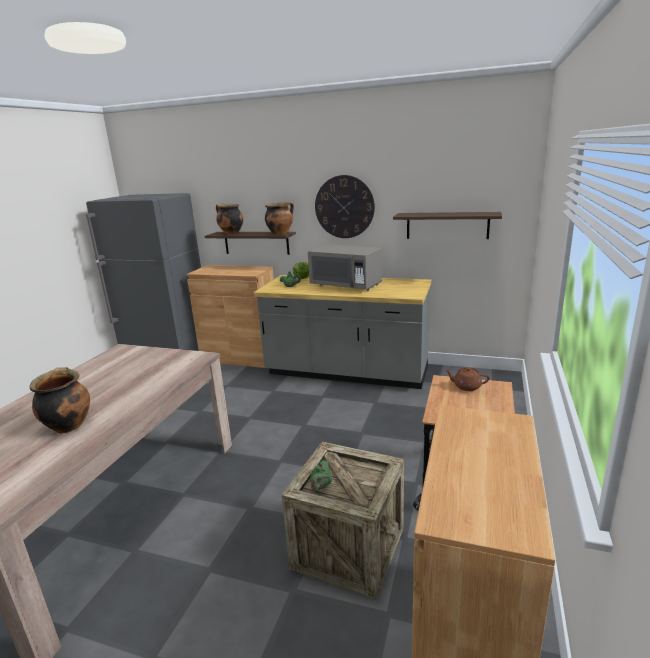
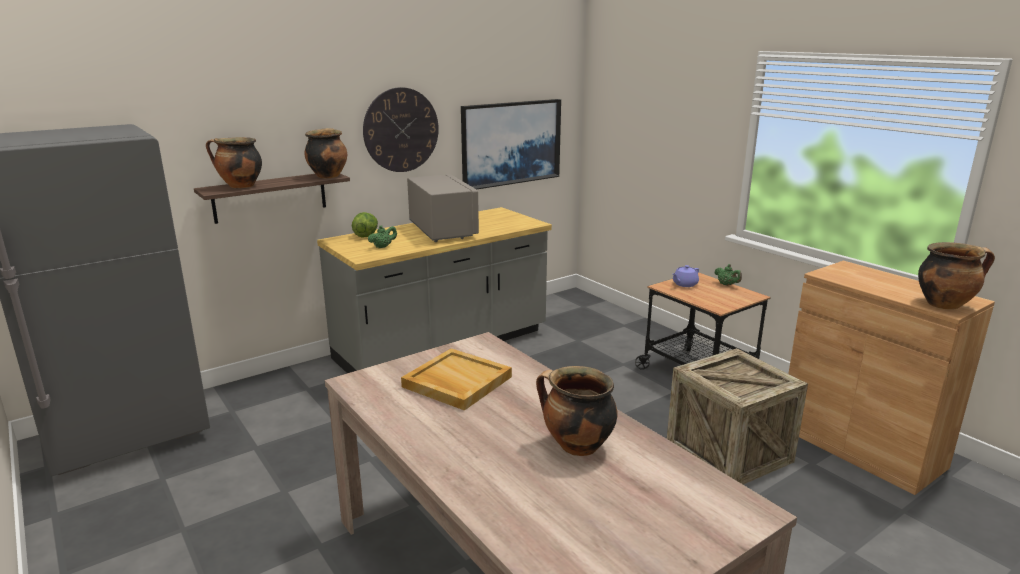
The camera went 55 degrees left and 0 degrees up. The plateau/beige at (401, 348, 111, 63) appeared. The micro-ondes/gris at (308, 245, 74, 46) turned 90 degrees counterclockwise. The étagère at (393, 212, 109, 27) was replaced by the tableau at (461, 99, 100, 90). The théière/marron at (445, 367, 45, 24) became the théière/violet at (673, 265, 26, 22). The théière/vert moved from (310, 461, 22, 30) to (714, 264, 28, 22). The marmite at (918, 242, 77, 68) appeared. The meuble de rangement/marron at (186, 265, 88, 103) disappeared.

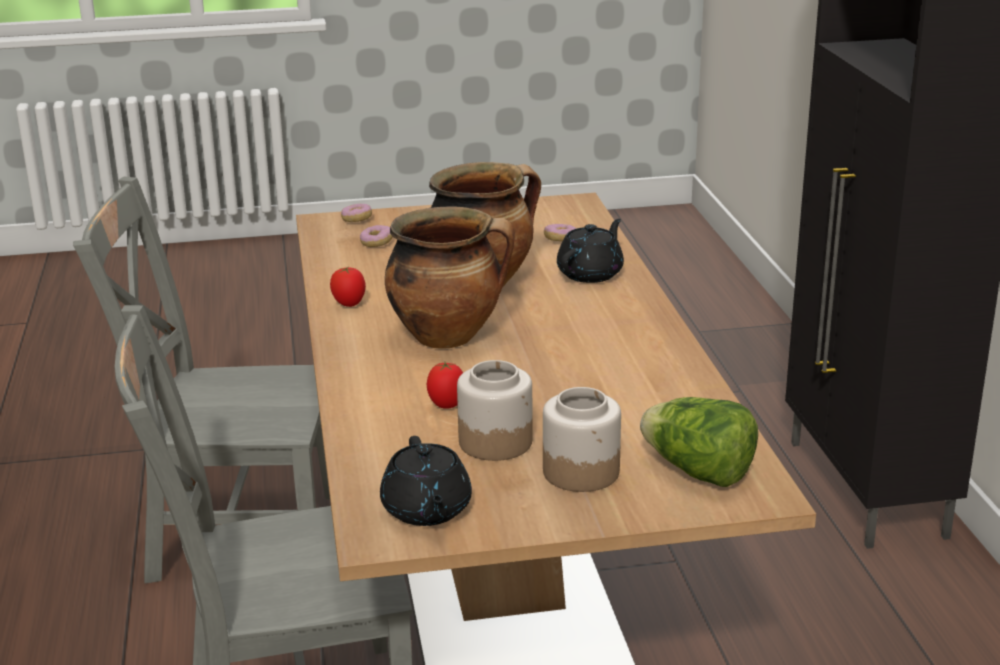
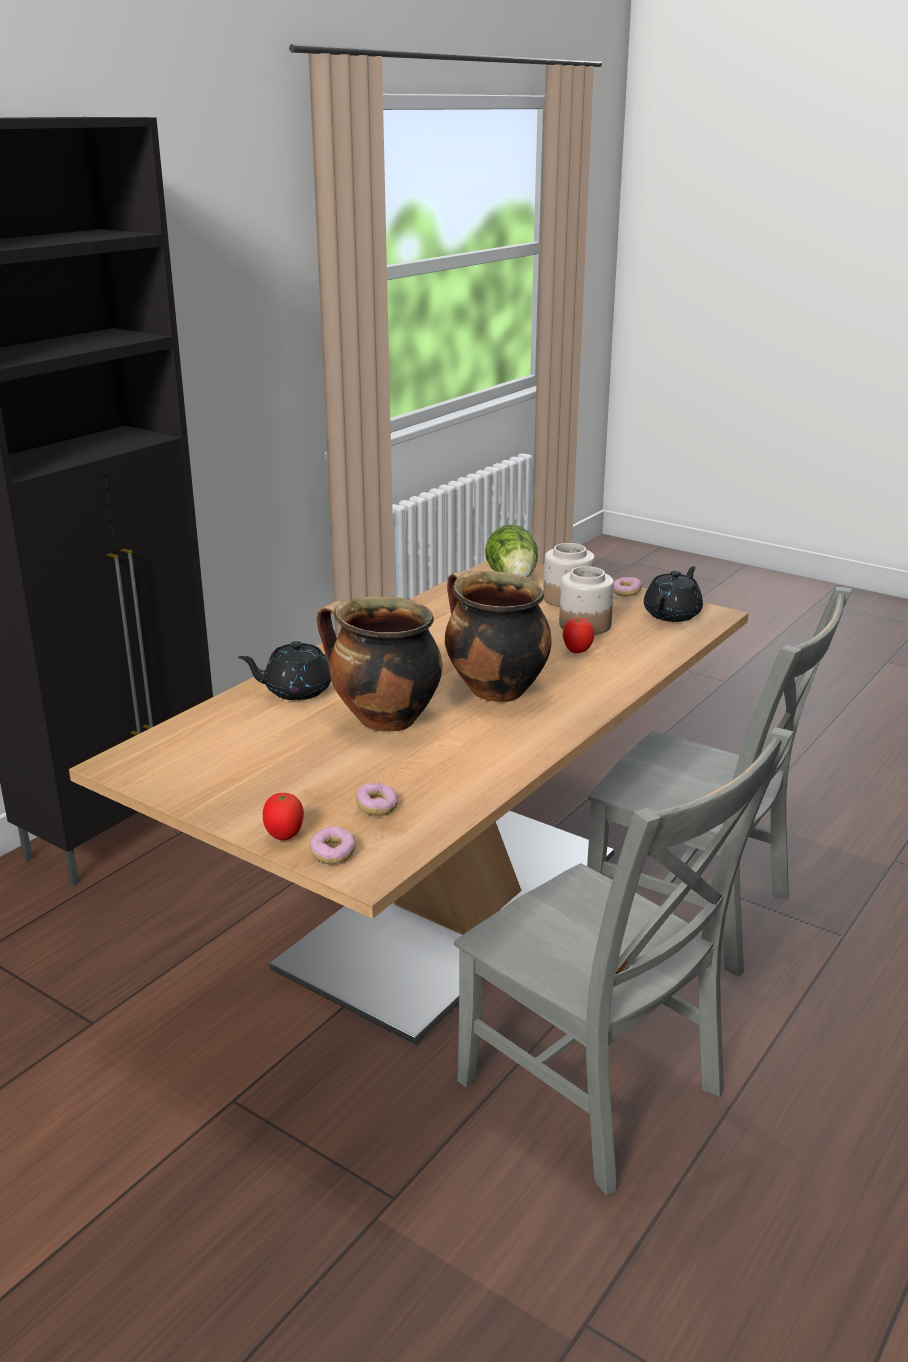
The camera went 135 degrees left and 0 degrees up. The tomate moved from (330, 266, 36, 41) to (263, 793, 41, 47). The beignet moved from (544, 224, 32, 17) to (614, 577, 28, 20).

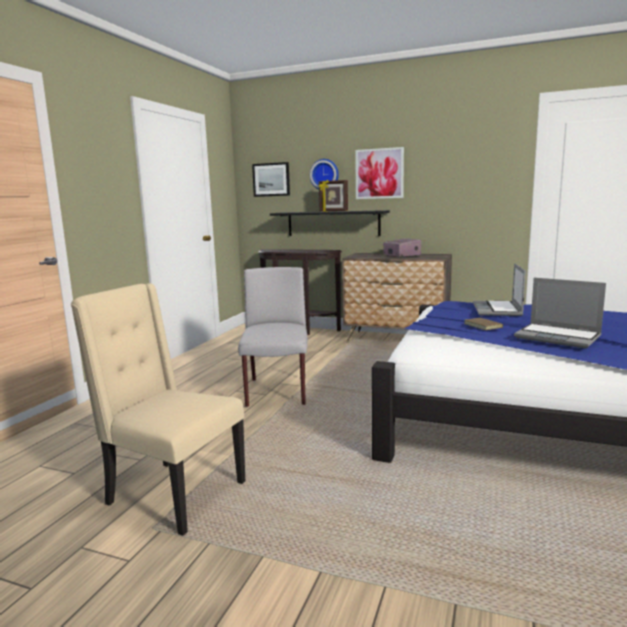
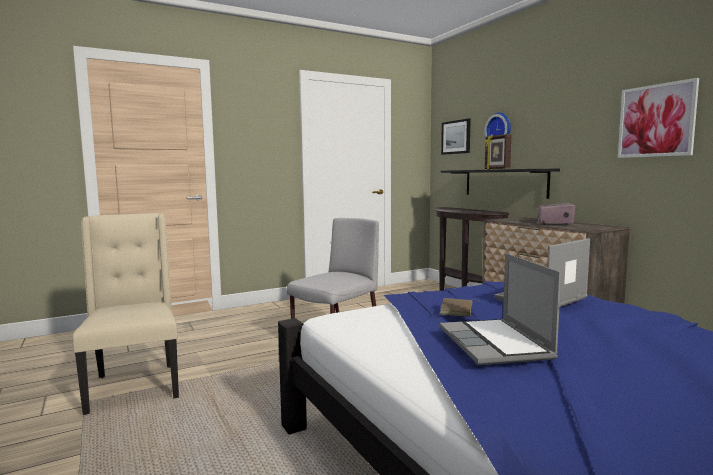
The camera went 40 degrees right and 5 degrees down. The tableau moved from (355, 147, 49, 52) to (618, 78, 81, 80).

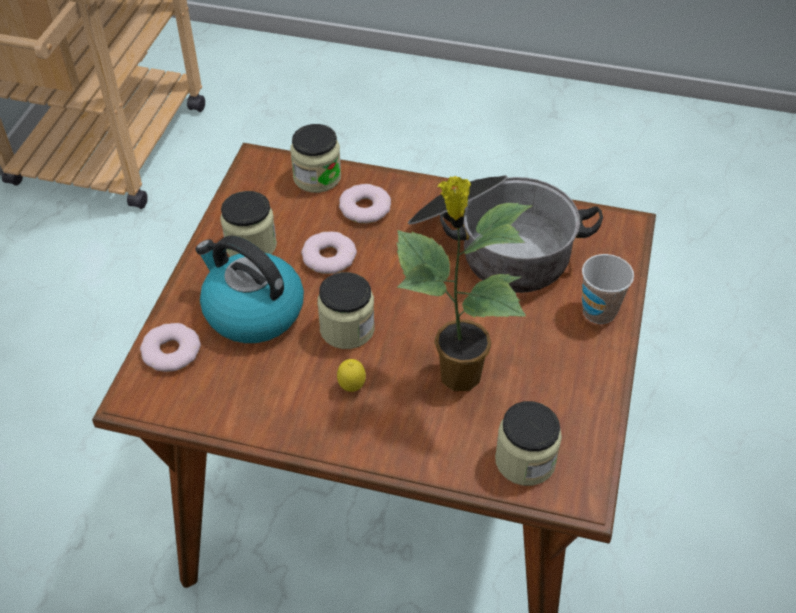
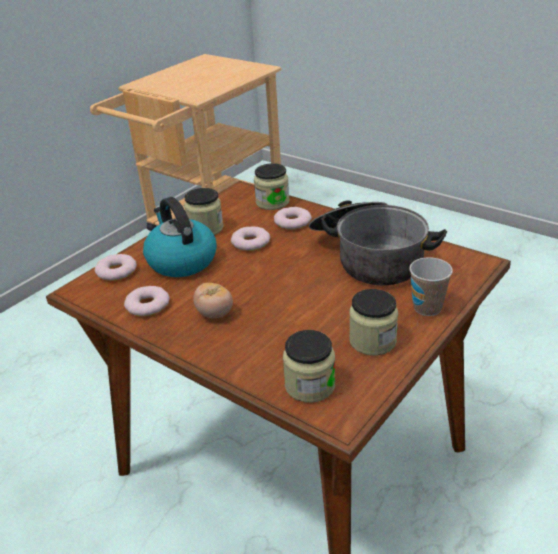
The camera went 25 degrees right and 15 degrees down. The beignet at (124, 286, 46, 30) appeared. The citron at (337, 359, 29, 33) was replaced by the tomate at (193, 283, 40, 35). The bocal moved from (317, 272, 58, 77) to (349, 289, 49, 66). The plante en pot at (396, 176, 137, 215) disappeared.

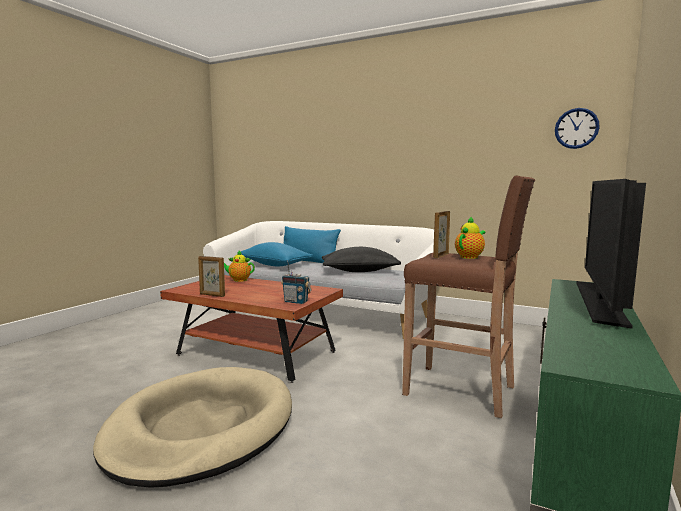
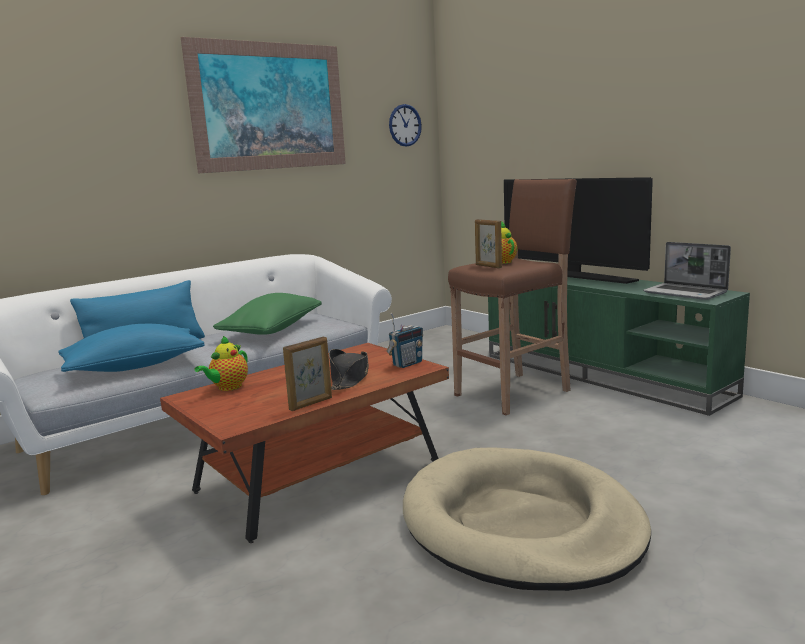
The camera went 65 degrees left and 5 degrees up. The tableau at (181, 37, 165, 137) appeared. The coussin/noir at (322, 247, 79, 25) became the coussin/vert at (213, 293, 109, 42). The chapeau/noir at (329, 349, 40, 41) appeared. The ordinateur portable at (643, 242, 88, 58) appeared.

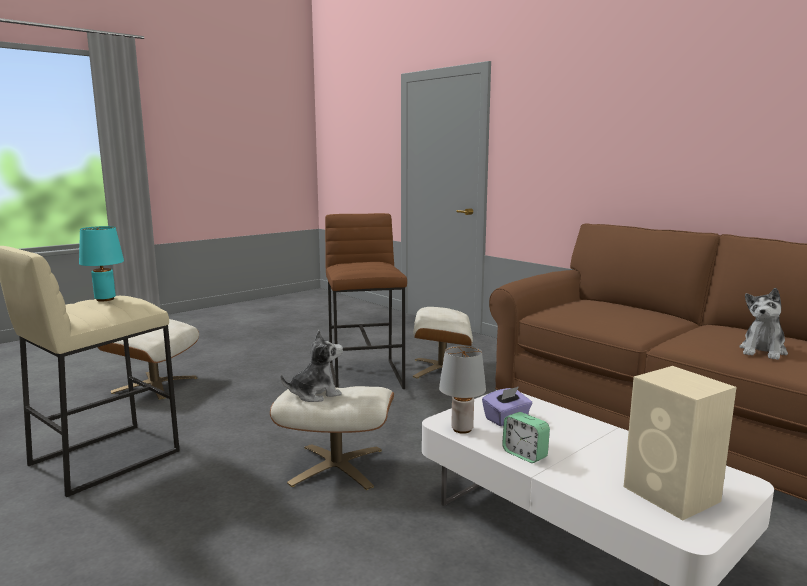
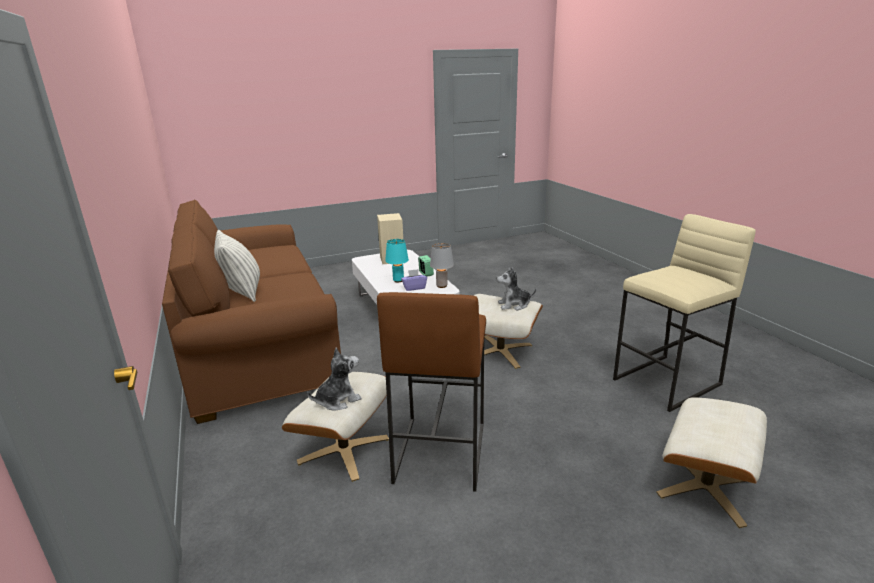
The camera went 160 degrees left and 10 degrees up. The coussin at (214, 230, 46, 72) appeared. The peluche moved from (739, 288, 49, 72) to (307, 348, 55, 62). The lampe de table/turquoise moved from (79, 226, 45, 76) to (385, 239, 24, 43).

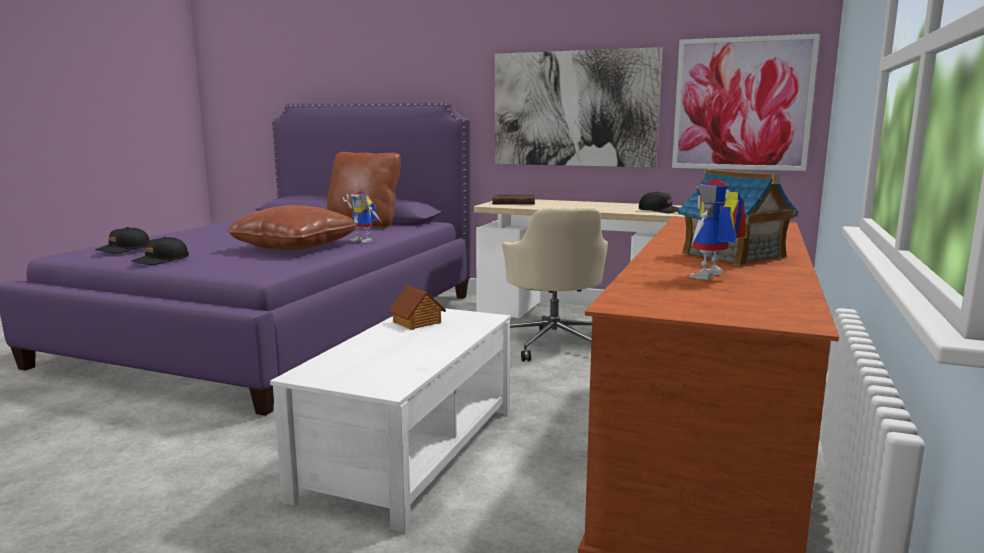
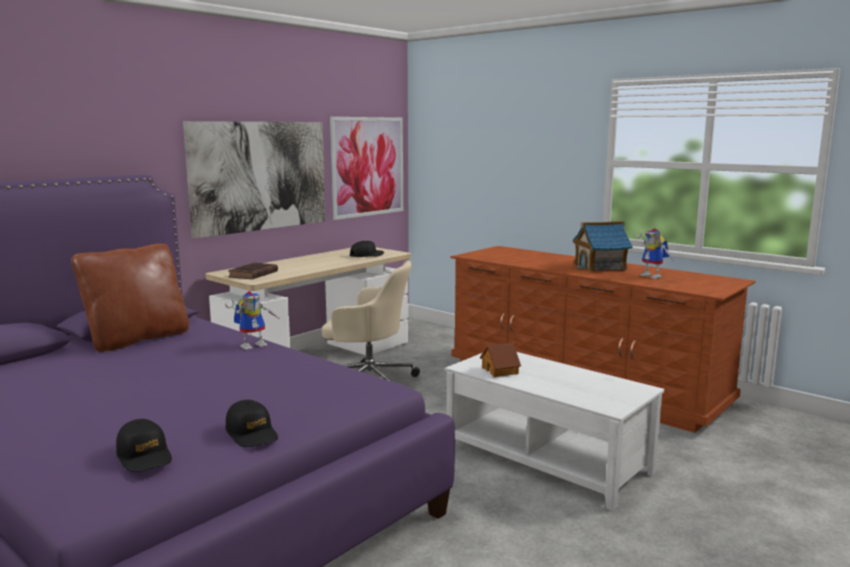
The camera went 70 degrees left and 0 degrees up. The coussin/marron at (227, 205, 130, 45) disappeared.

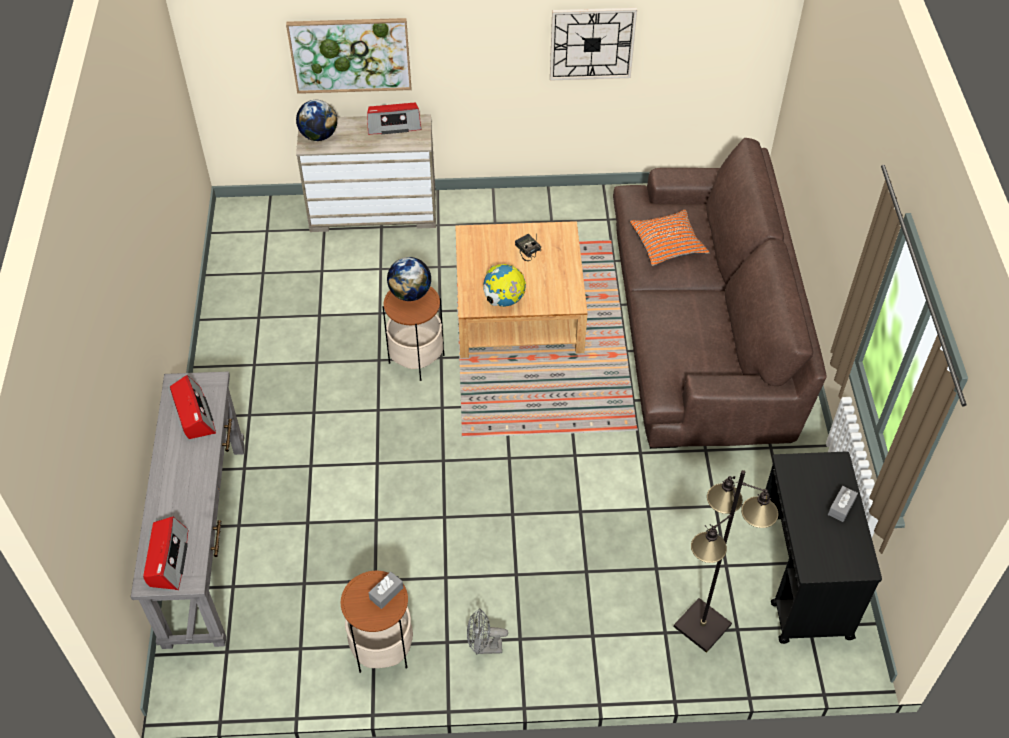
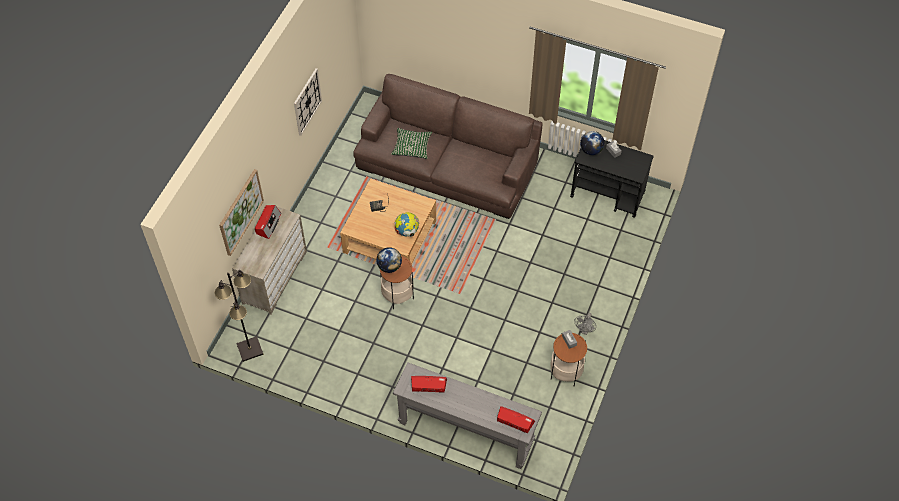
The camera went 65 degrees left and 5 degrees up. The lampadaire/noir moved from (673, 470, 106, 183) to (214, 270, 50, 92). The coussin/orange at (630, 210, 80, 56) became the coussin/vert at (391, 128, 41, 31). The globe moved from (296, 100, 41, 41) to (580, 131, 25, 24).

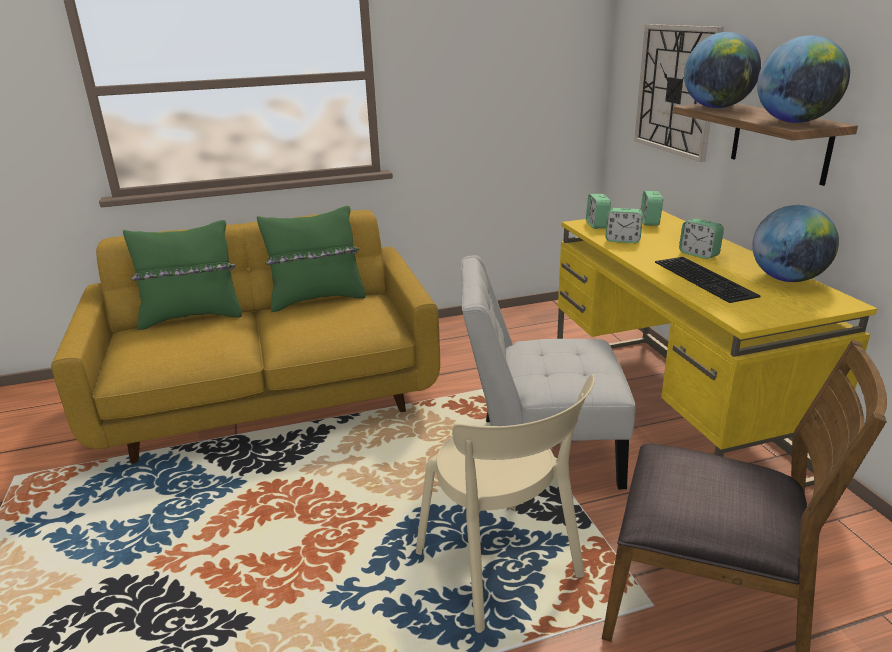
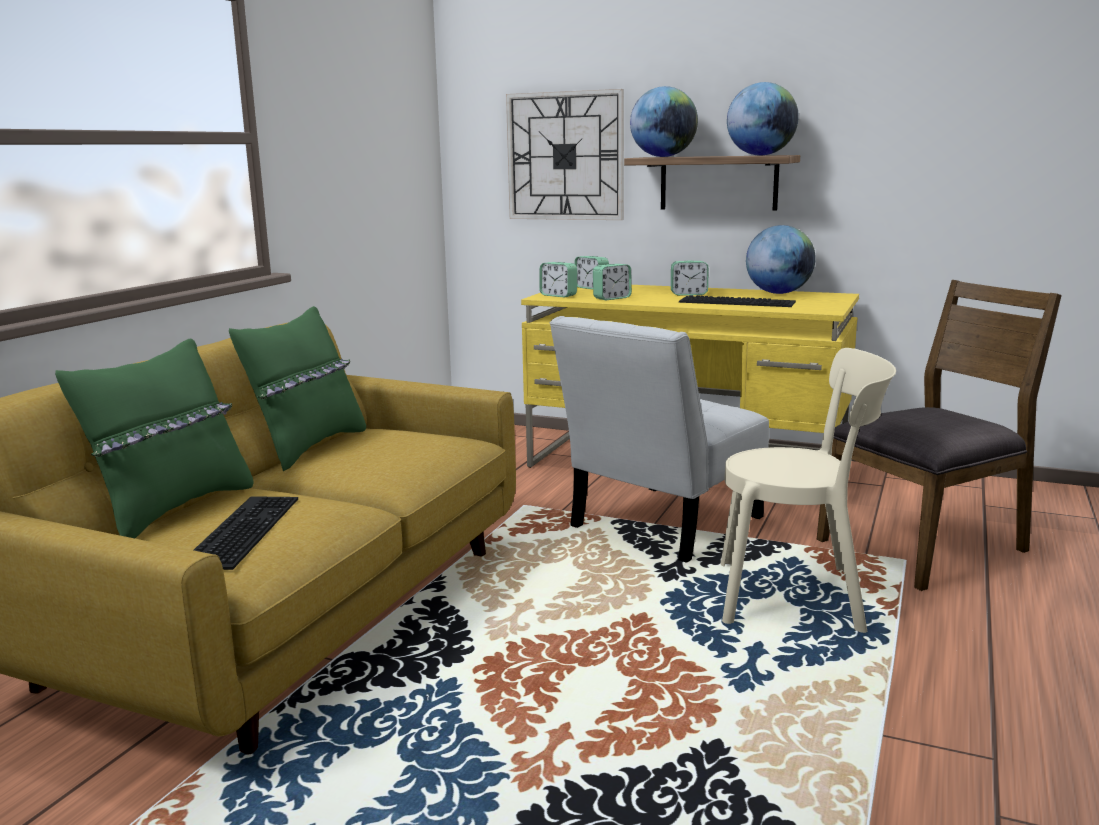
The camera went 50 degrees left and 10 degrees down. The clavier at (194, 496, 104, 74) appeared.

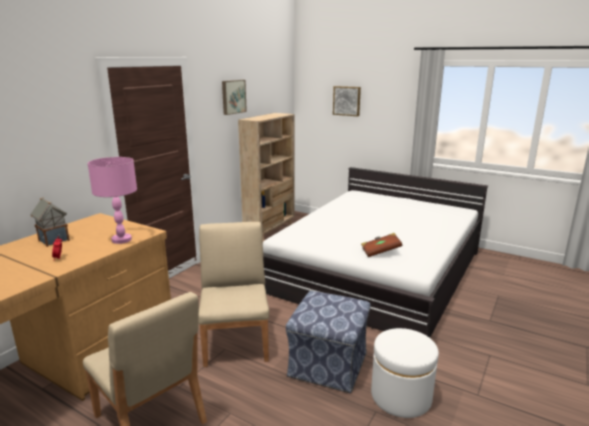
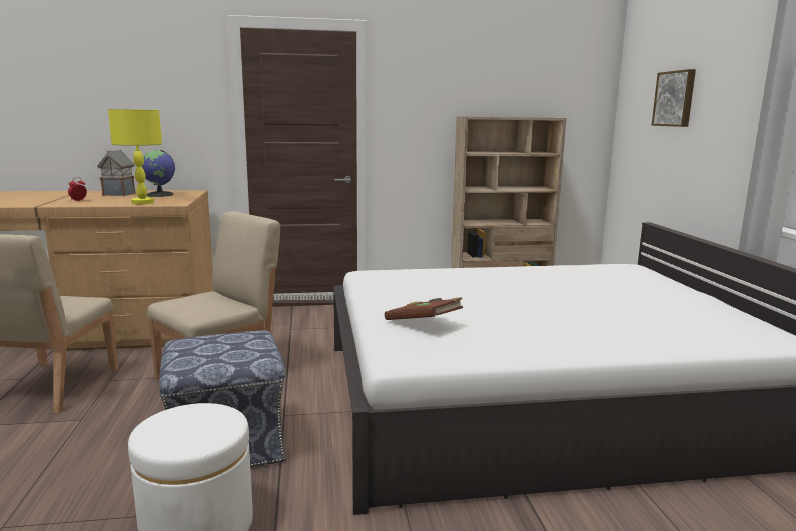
The camera went 50 degrees right and 5 degrees down. The lampe de table/rose at (88, 157, 49, 87) became the lampe de table/jaune at (108, 109, 54, 95). The globe at (142, 150, 33, 47) appeared. The tableau at (222, 80, 25, 35) disappeared.

